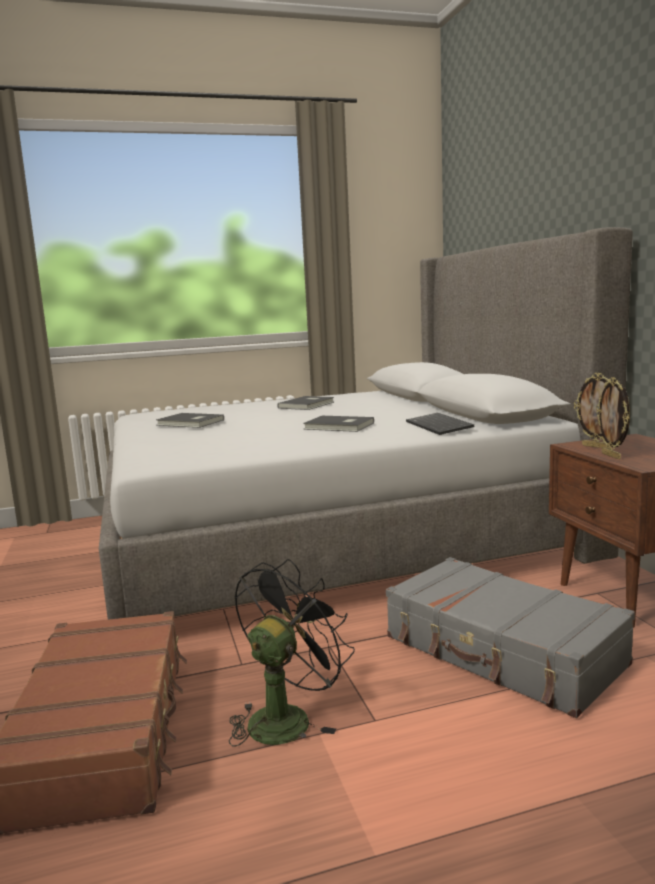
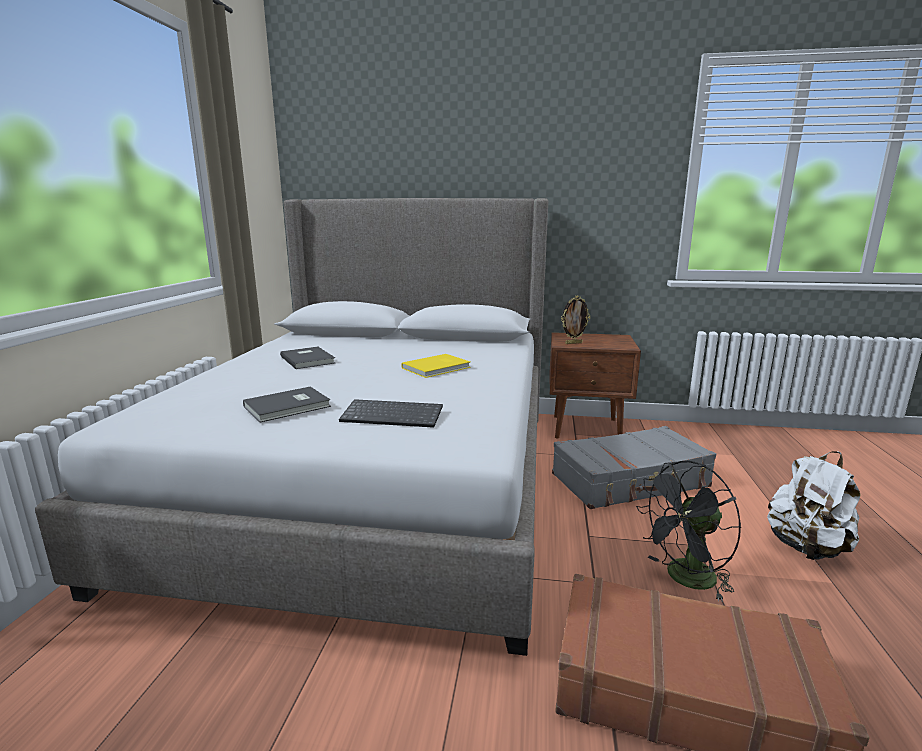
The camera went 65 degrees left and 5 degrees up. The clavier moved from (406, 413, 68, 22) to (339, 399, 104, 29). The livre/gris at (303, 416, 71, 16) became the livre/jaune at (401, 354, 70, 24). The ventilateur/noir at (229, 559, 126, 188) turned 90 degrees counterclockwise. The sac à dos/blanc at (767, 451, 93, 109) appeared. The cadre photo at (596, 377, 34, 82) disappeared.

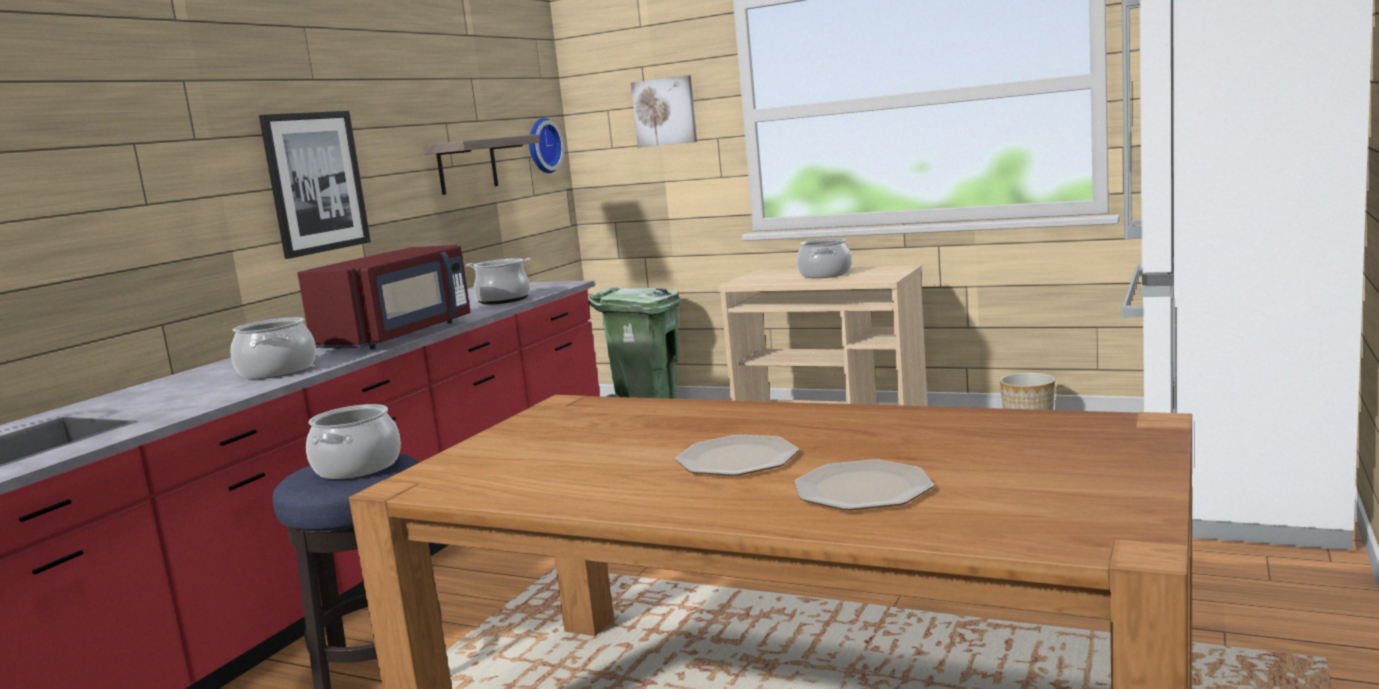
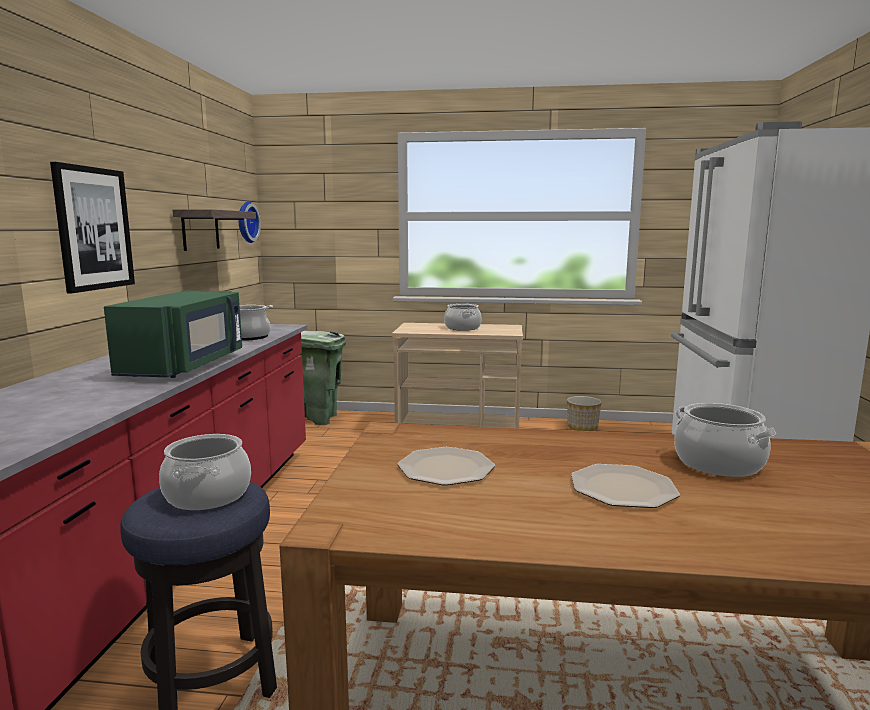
The camera went 20 degrees left and 0 degrees up. The micro-ondes/rouge at (297, 245, 174, 104) became the micro-ondes/vert at (104, 291, 138, 87). The assiette moved from (794, 459, 139, 51) to (397, 447, 98, 38). The marmite moved from (230, 317, 86, 62) to (674, 403, 102, 74). The tableau at (631, 75, 66, 73) disappeared.

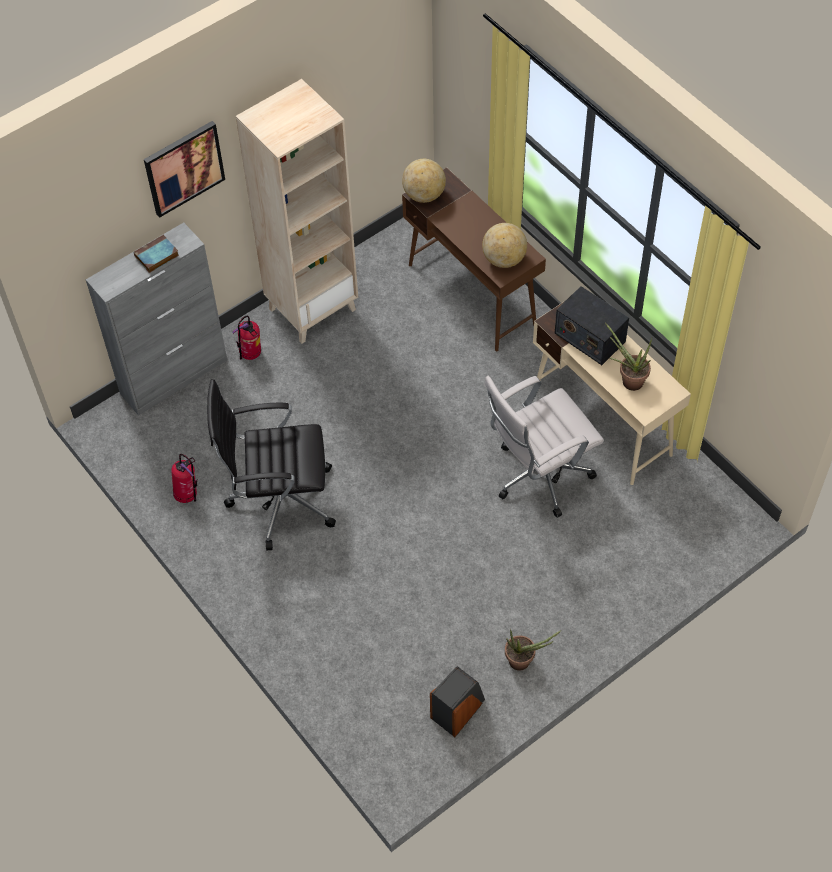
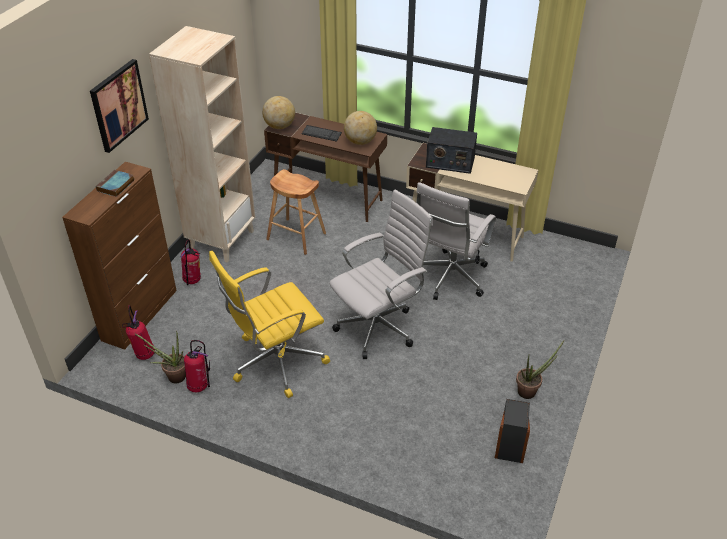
The camera went 30 degrees left and 15 degrees down. The meuble de rangement/gris at (86, 222, 141, 194) became the meuble de rangement/marron at (62, 162, 115, 188). The extincteur at (122, 305, 33, 55) appeared. The plante en pot moved from (605, 323, 47, 68) to (135, 331, 51, 53). The chaise de bureau/noir at (207, 379, 129, 171) became the chaise de bureau/jaune at (209, 250, 121, 148). The tabouret/marron at (266, 169, 60, 86) appeared. The clavier at (302, 125, 40, 17) appeared. The chaise de bureau/blanc at (329, 190, 104, 169) appeared.

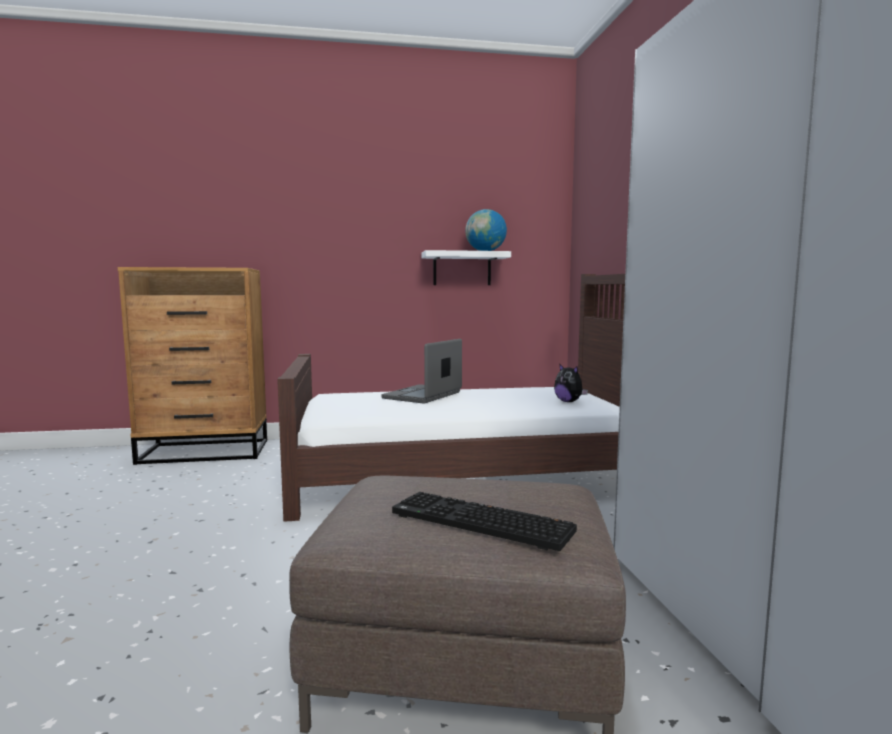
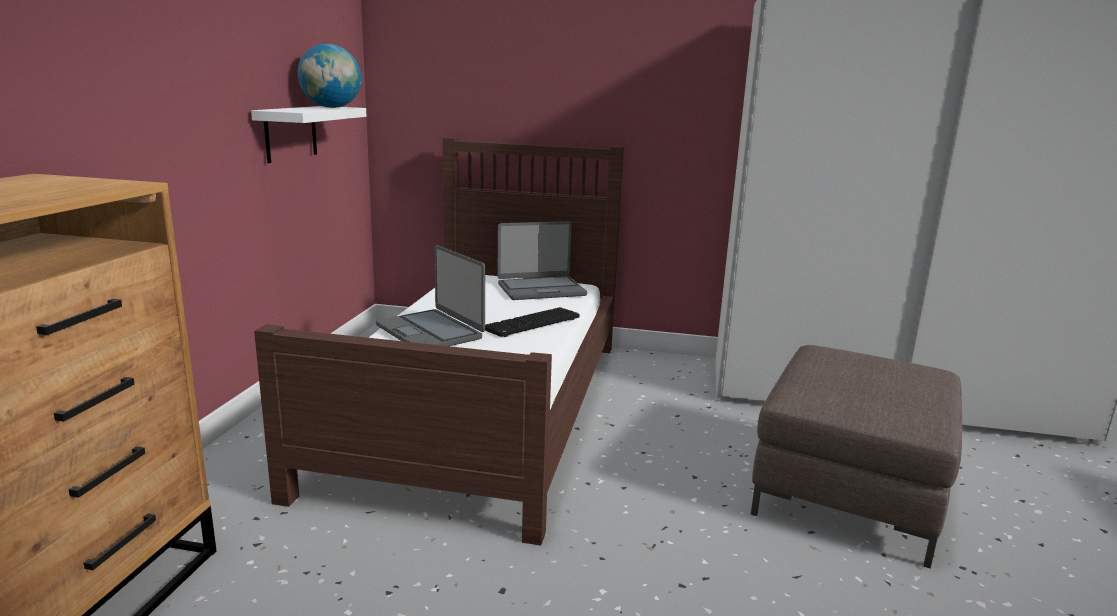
The camera went 70 degrees left and 10 degrees up. The clavier moved from (392, 492, 185, 59) to (485, 307, 95, 30). The peluche at (554, 363, 34, 39) was replaced by the ordinateur portable at (497, 221, 90, 79).

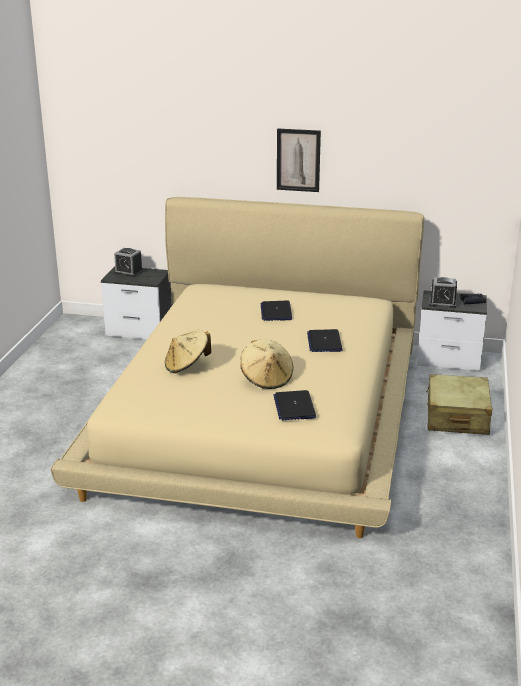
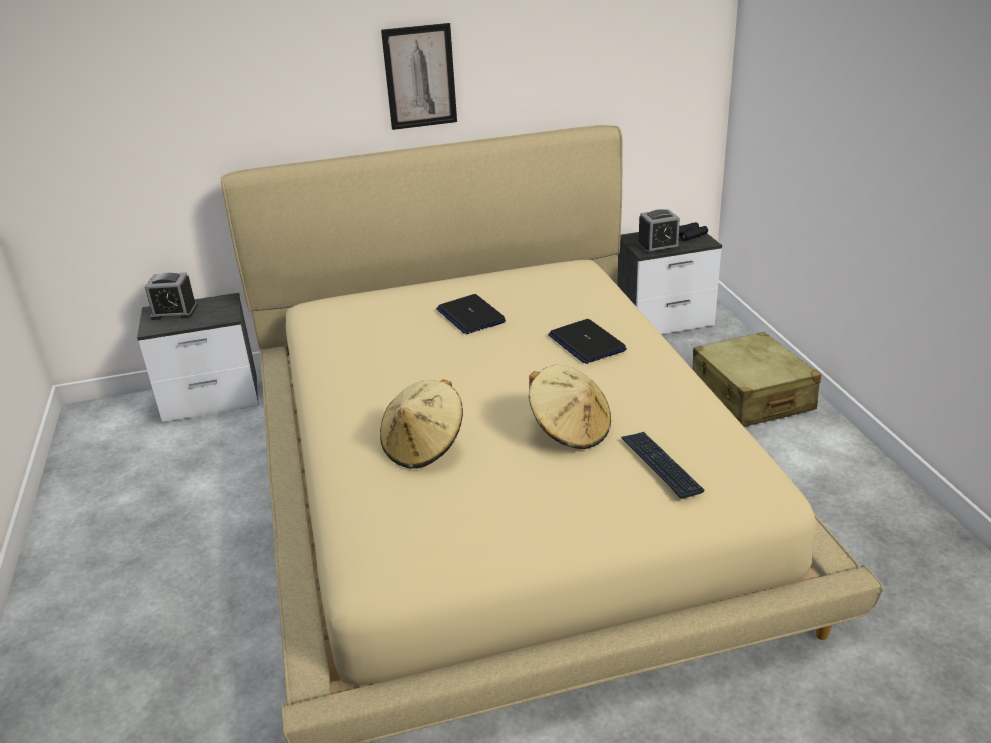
The camera went 25 degrees left and 5 degrees up. The ordinateur portable at (273, 390, 43, 30) was replaced by the clavier at (621, 432, 84, 67).

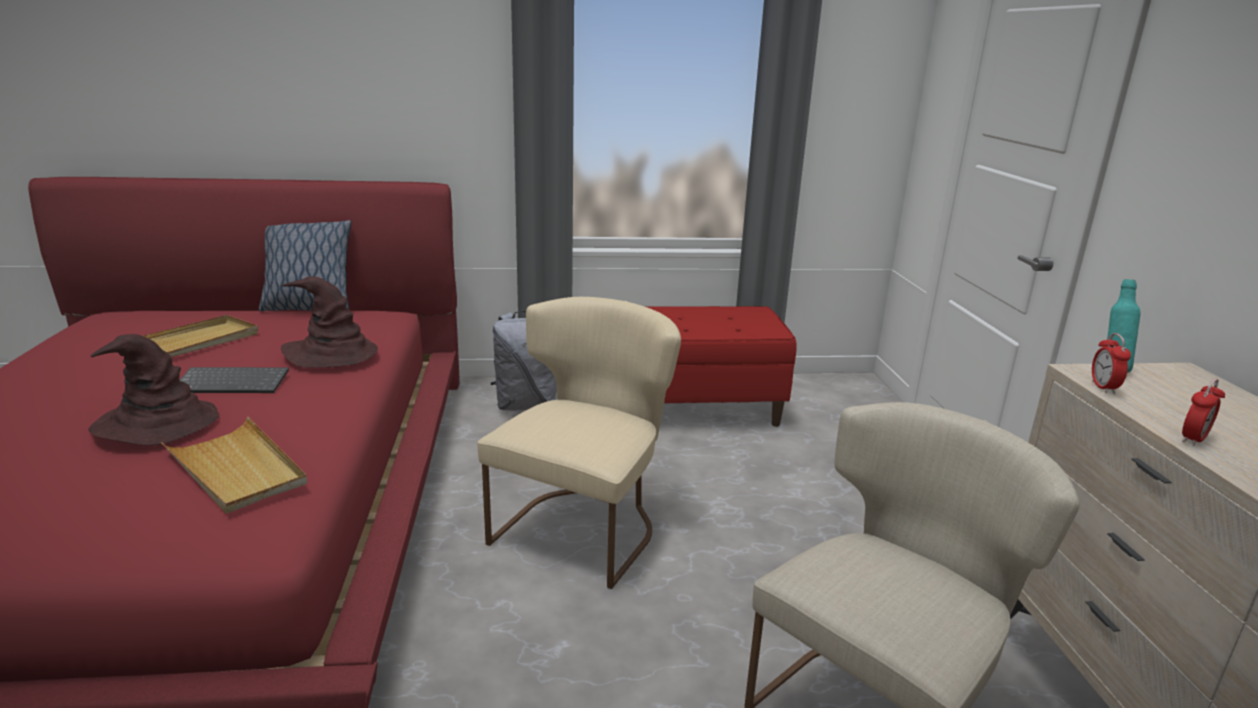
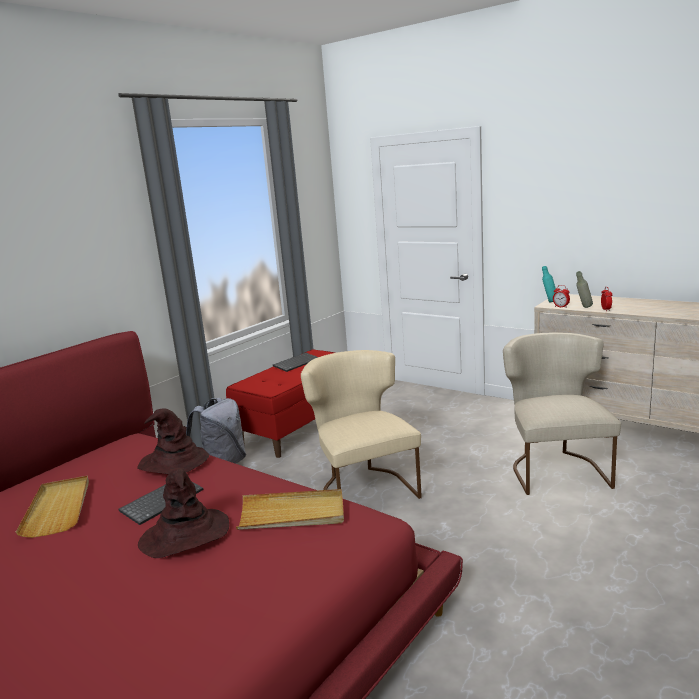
The camera went 45 degrees left and 5 degrees down. The clavier at (273, 353, 45, 19) appeared. The bouteille/gris at (576, 271, 17, 37) appeared. The coussin at (259, 220, 93, 92) disappeared.

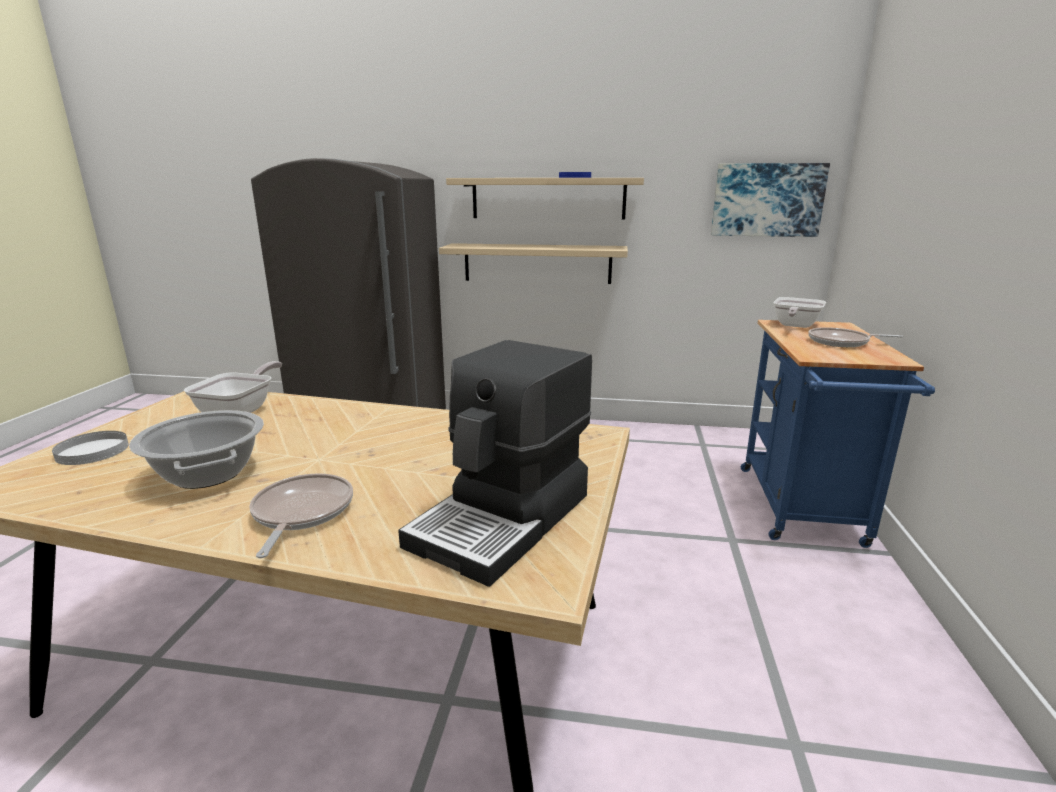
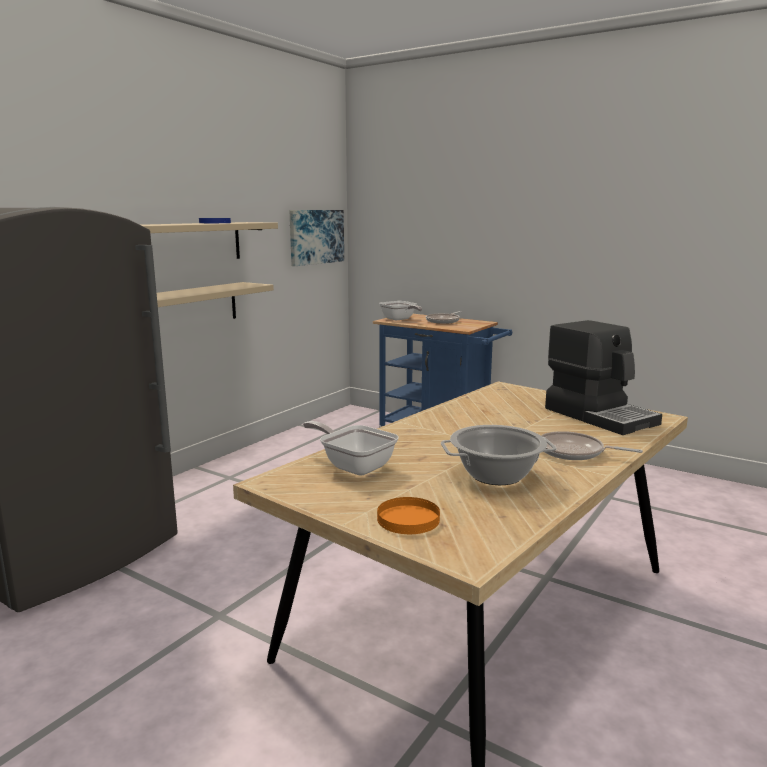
The camera went 65 degrees left and 5 degrees down. The assiette/blanc at (52, 431, 77, 34) became the assiette/orange at (377, 497, 63, 37).

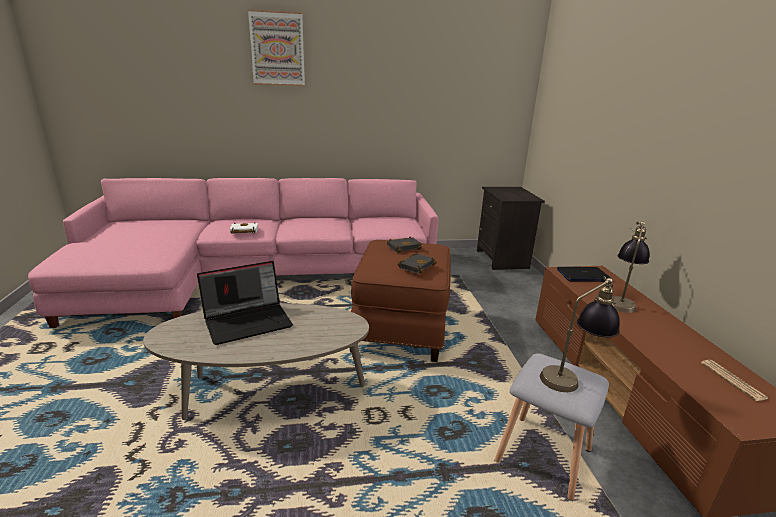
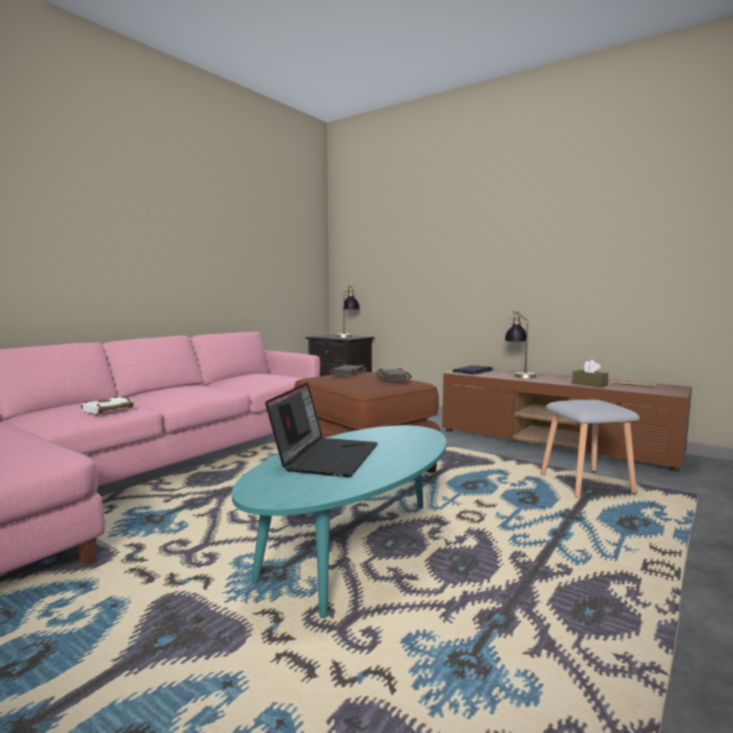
The camera went 45 degrees left and 15 degrees down. The table basse/beige at (143, 303, 226, 117) became the table basse/turquoise at (232, 425, 214, 193). The lampe de table moved from (540, 276, 80, 116) to (336, 285, 23, 53). The boîte à mouchoirs/marron at (572, 360, 36, 27) appeared. The tableau at (248, 9, 57, 77) disappeared.

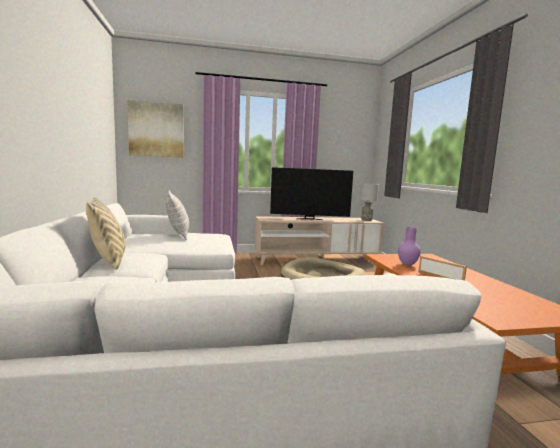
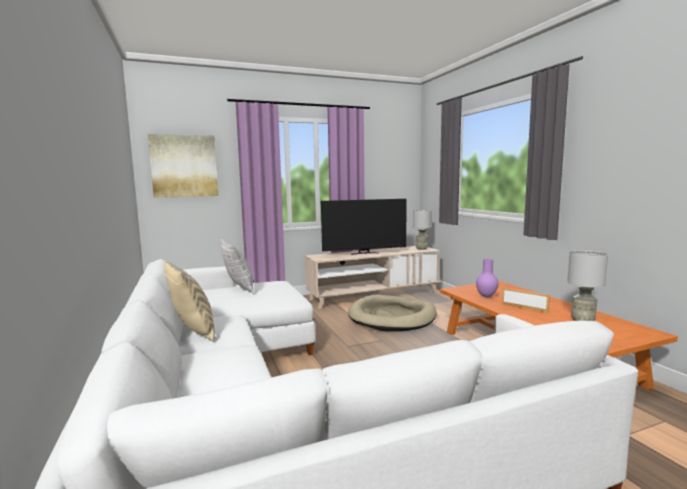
The camera went 10 degrees left and 0 degrees up. The lampe de table/gris at (567, 250, 41, 71) appeared.

